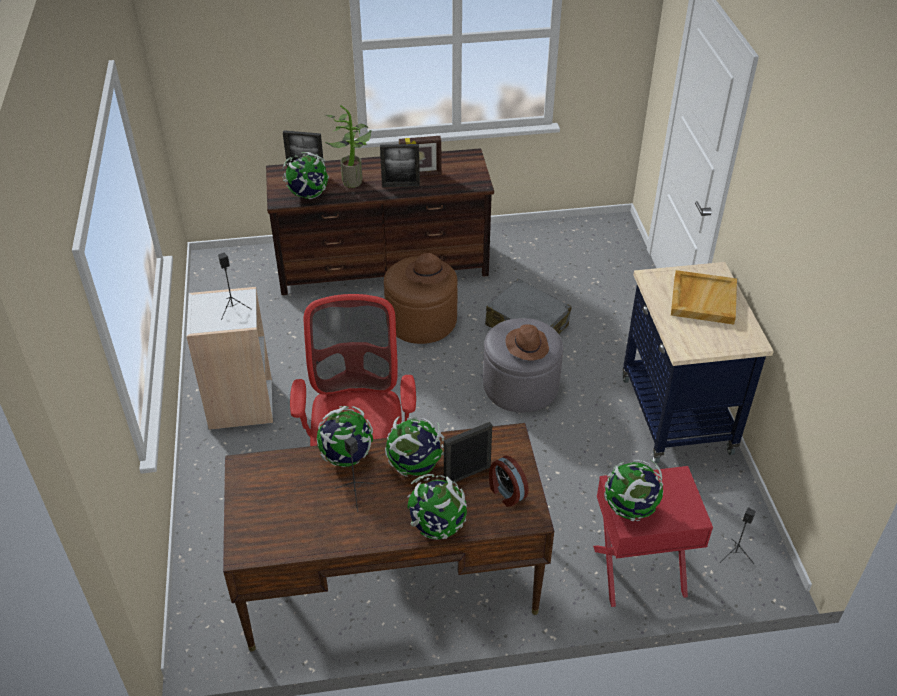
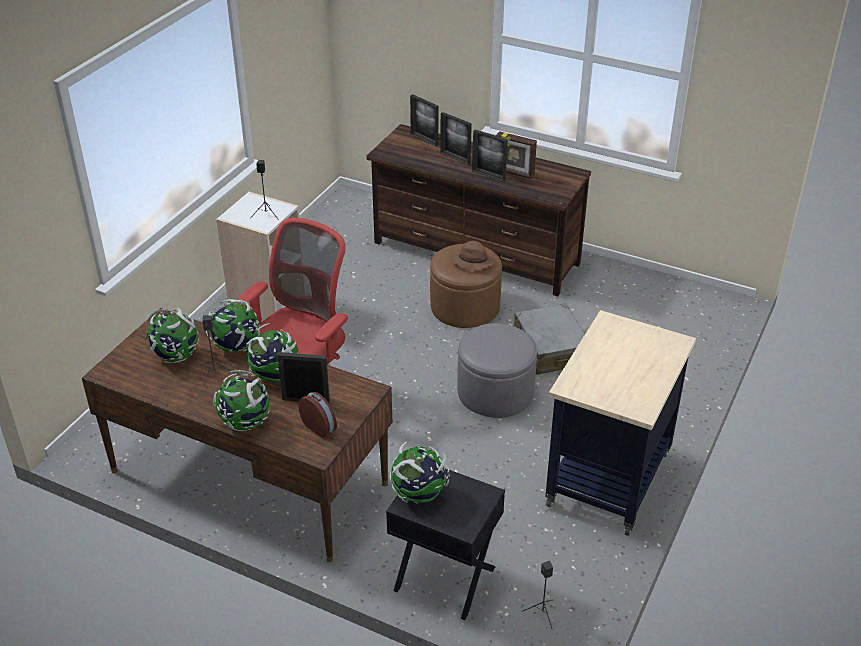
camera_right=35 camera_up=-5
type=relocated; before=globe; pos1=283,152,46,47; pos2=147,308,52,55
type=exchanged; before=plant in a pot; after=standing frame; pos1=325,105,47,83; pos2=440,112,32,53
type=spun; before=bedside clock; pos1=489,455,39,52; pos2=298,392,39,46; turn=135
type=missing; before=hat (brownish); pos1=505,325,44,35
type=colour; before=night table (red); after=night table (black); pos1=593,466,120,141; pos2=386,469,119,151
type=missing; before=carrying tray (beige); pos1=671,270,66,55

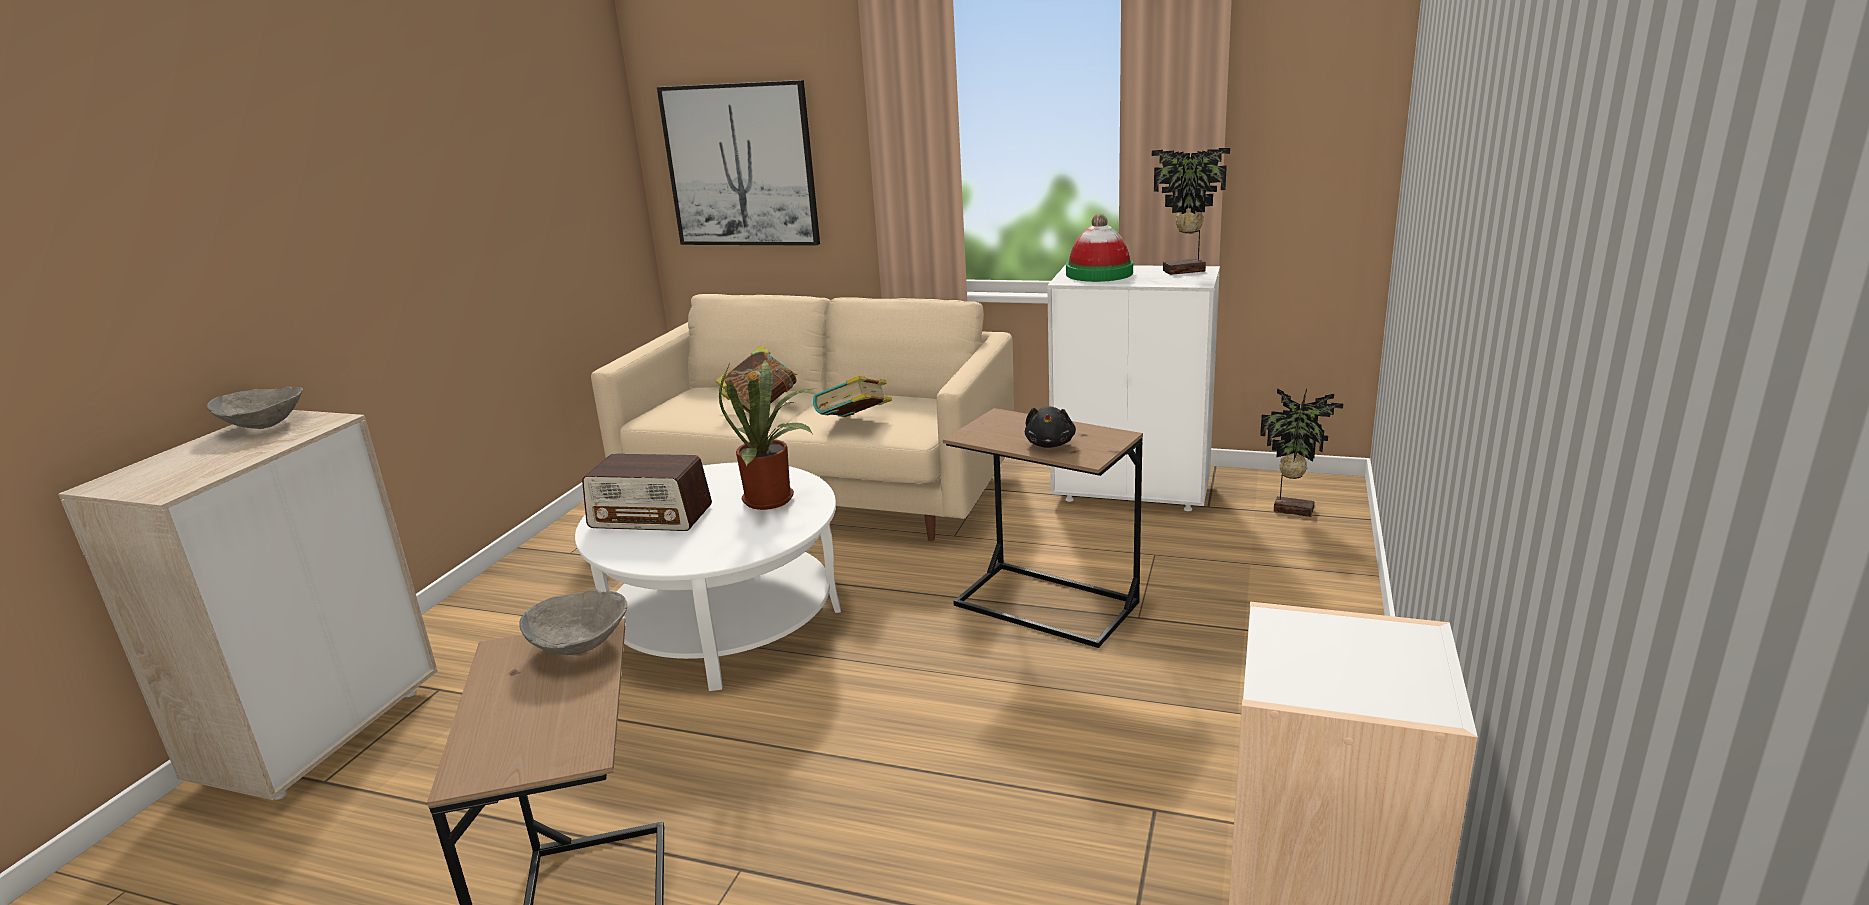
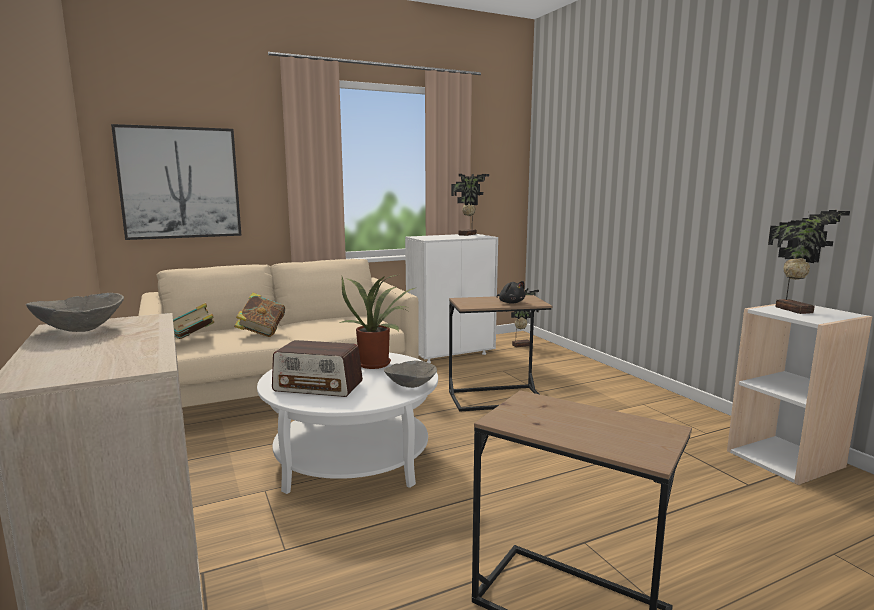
camera_right=-45 camera_up=-10
type=relocated; before=serving bowl (greyish); pos1=519,590,108,65; pos2=384,361,53,27
type=spun; before=radio receiver; pos1=582,454,130,77; pos2=272,340,91,57; turn=45
type=relocated; before=volume; pos1=813,375,79,42; pos2=173,303,41,36
type=missing; before=hat; pos1=1066,214,67,68
type=appeared; after=plant in a pot; pos2=768,210,82,104

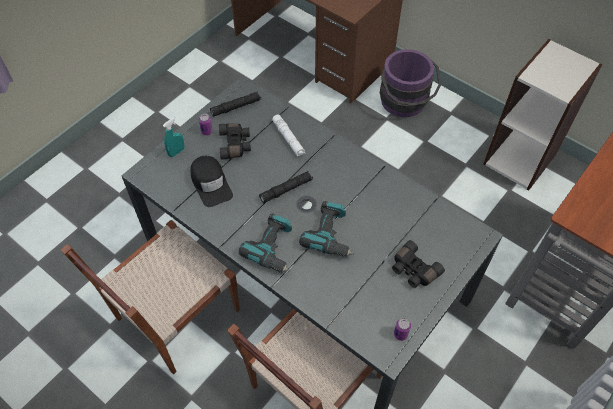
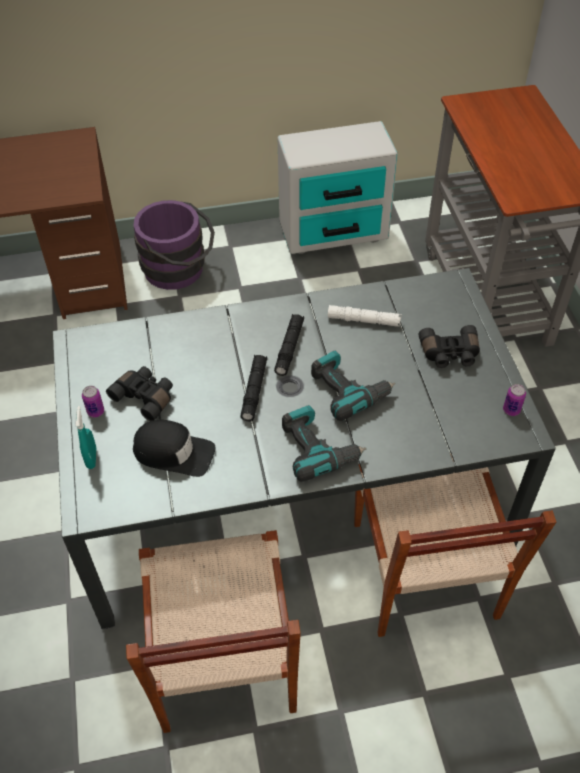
camera_right=-50 camera_up=-5
type=relocated; before=torch (black); pos1=210,92,51,25; pos2=274,314,30,62
type=relocated; before=torch (white); pos1=272,114,34,43; pos2=328,305,74,22
type=exchanged; before=shelving unit; after=night table (white); pos1=483,39,119,151; pos2=278,121,120,133

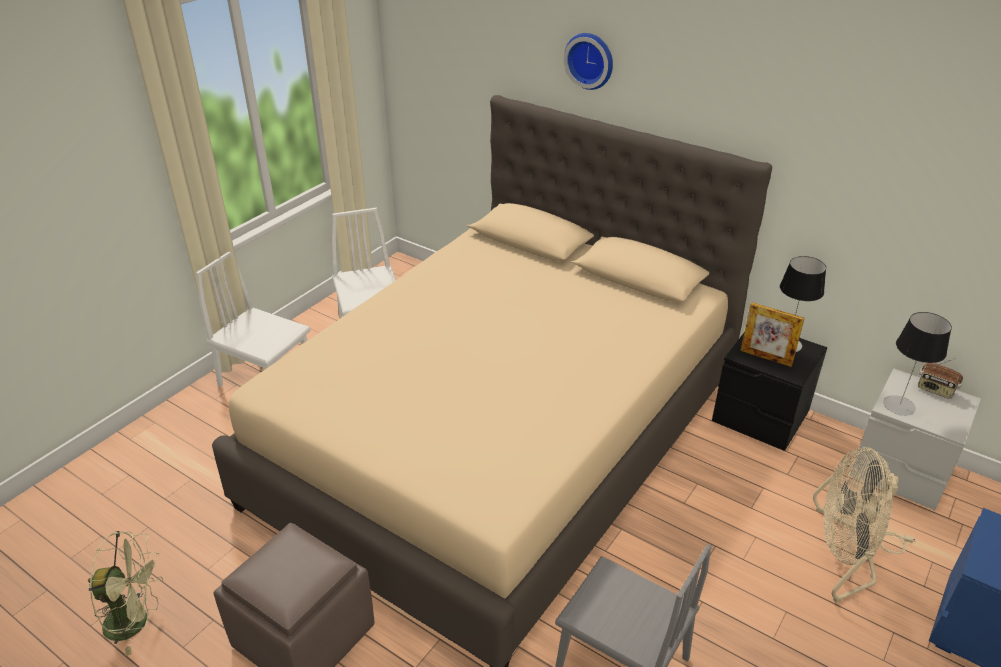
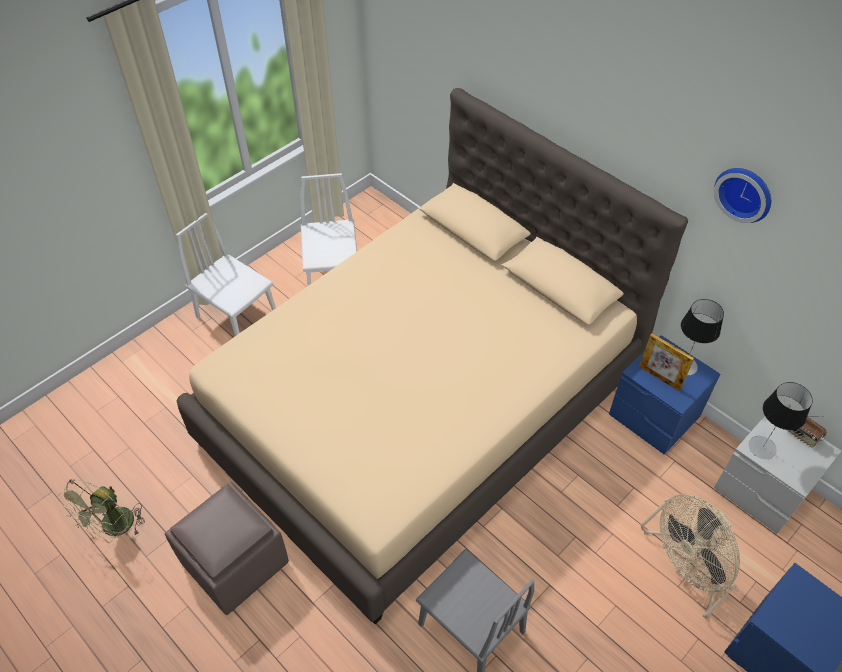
camera_right=10 camera_up=15
type=spun; before=electric fan (greenish); pos1=88,531,75,125; pos2=57,479,88,64; turn=105
type=relocated; before=hanging clock; pos1=564,33,49,57; pos2=714,168,57,55
type=colour; before=night table (black); after=night table (blue); pos1=712,333,115,118; pos2=609,335,111,120
type=spun; before=electric fan (beige); pos1=813,447,103,156; pos2=641,494,99,124; turn=-45

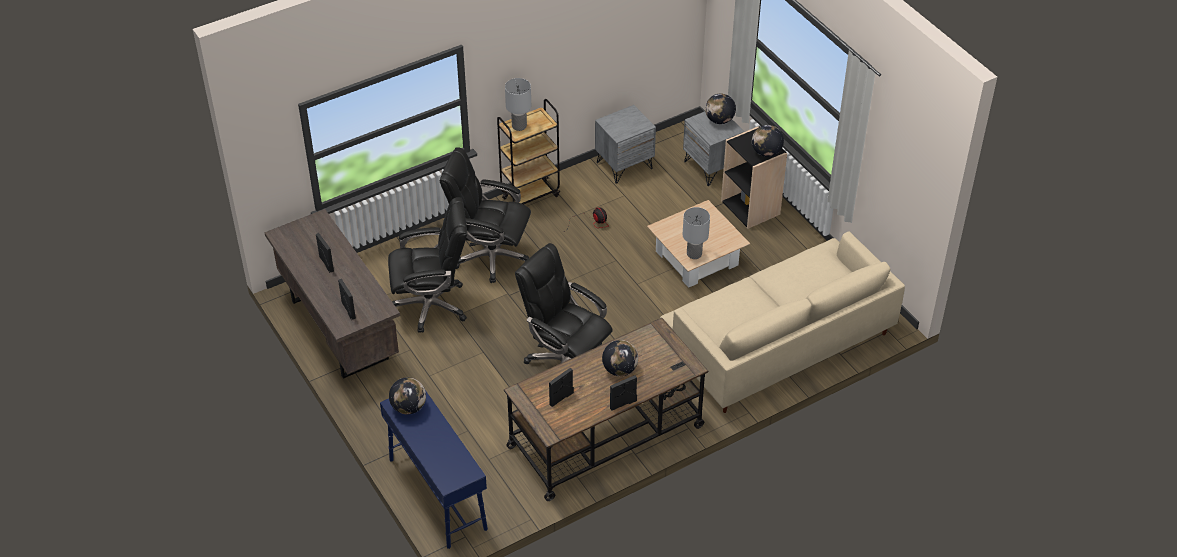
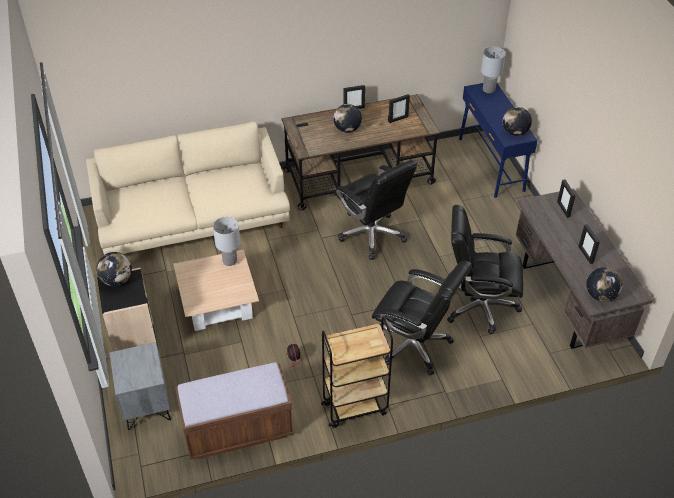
camera_right=-165 camera_up=0
type=relocated; before=tabletop lamp (greyish); pos1=505,78,26,53; pos2=481,46,25,48
type=exchanged; before=night table (greyish); after=bench (brownish); pos1=595,105,61,79; pos2=175,362,119,98
type=relocated; before=globe; pos1=705,93,31,31; pos2=586,267,36,35

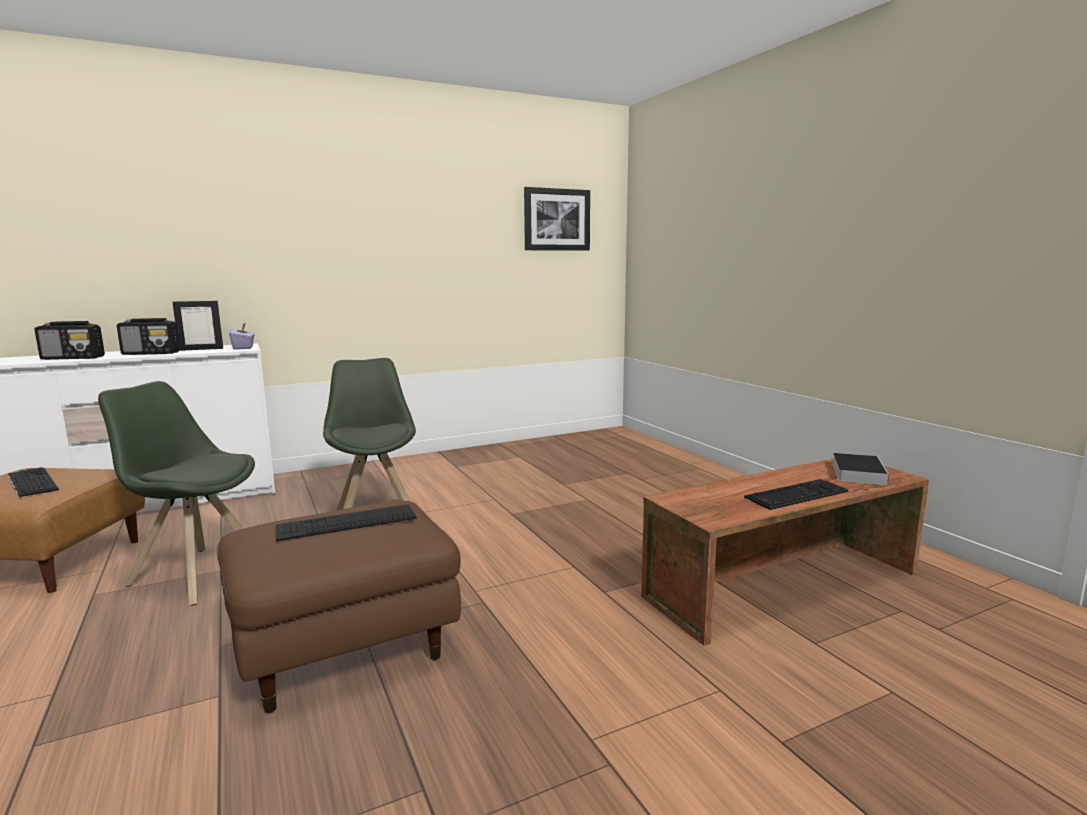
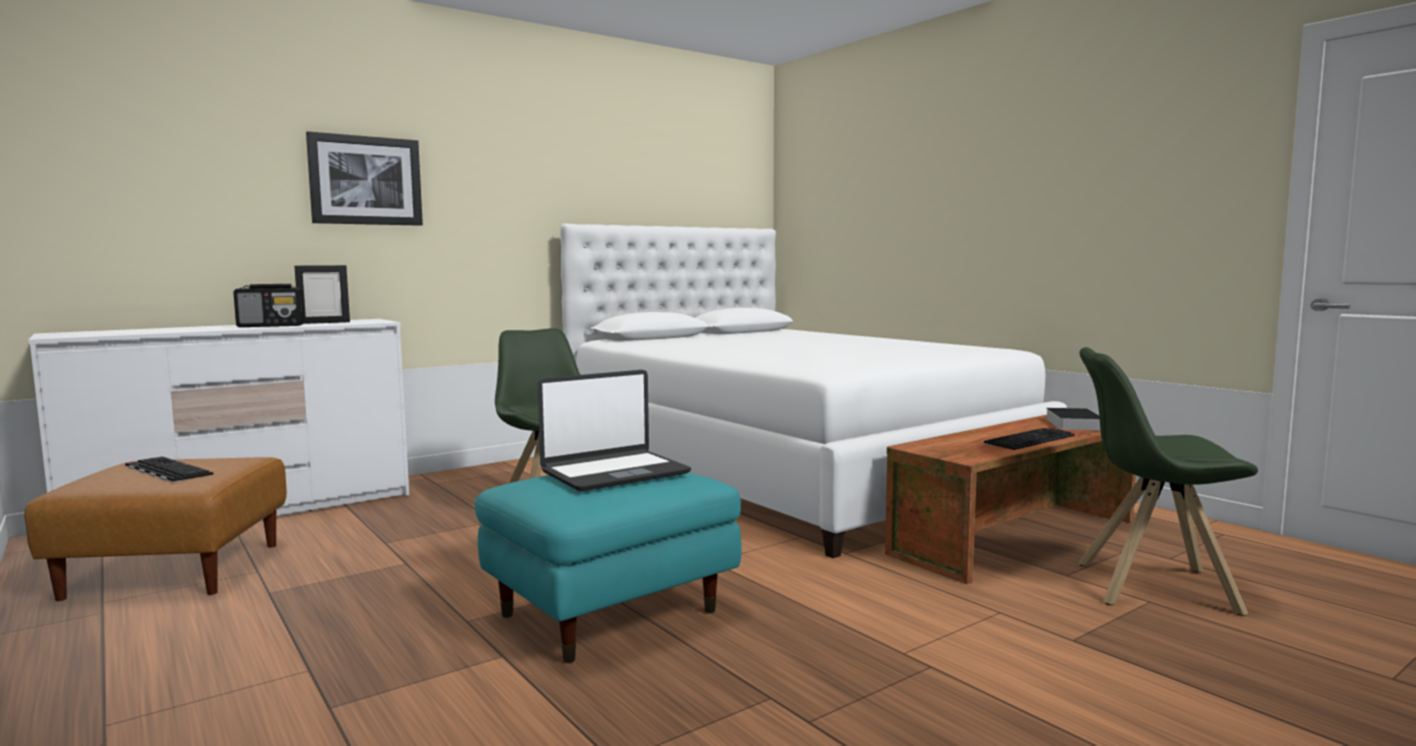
camera_right=-10 camera_up=-5
type=missing; before=radio receiver; pos1=34,321,71,39
type=relocated; before=upright chair (greenish); pos1=98,381,157,224; pos2=1078,347,180,269
type=colour; before=ottoman (brownish); after=ottoman (turquoise); pos1=217,501,244,212; pos2=474,472,268,191
type=missing; before=tissue holder (purple-coloured); pos1=229,323,26,27
type=exchanged; before=keyboard; after=laptop; pos1=275,504,142,38; pos2=538,370,153,121
type=relocated; before=wall art; pos1=524,187,66,64; pos2=306,131,117,95
type=appeared; after=sleeping bed (white); pos2=560,224,507,334

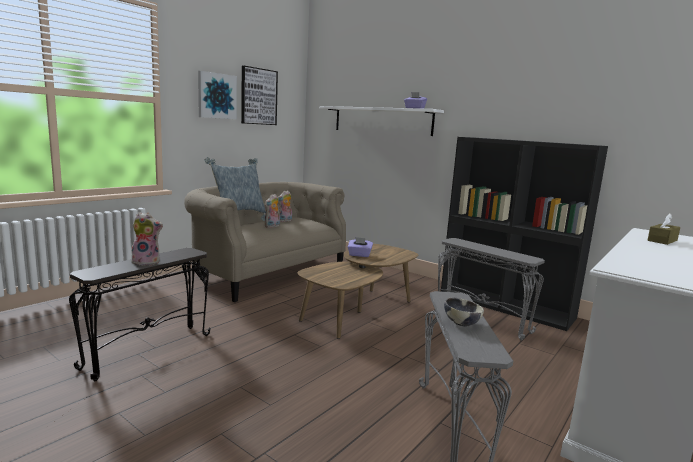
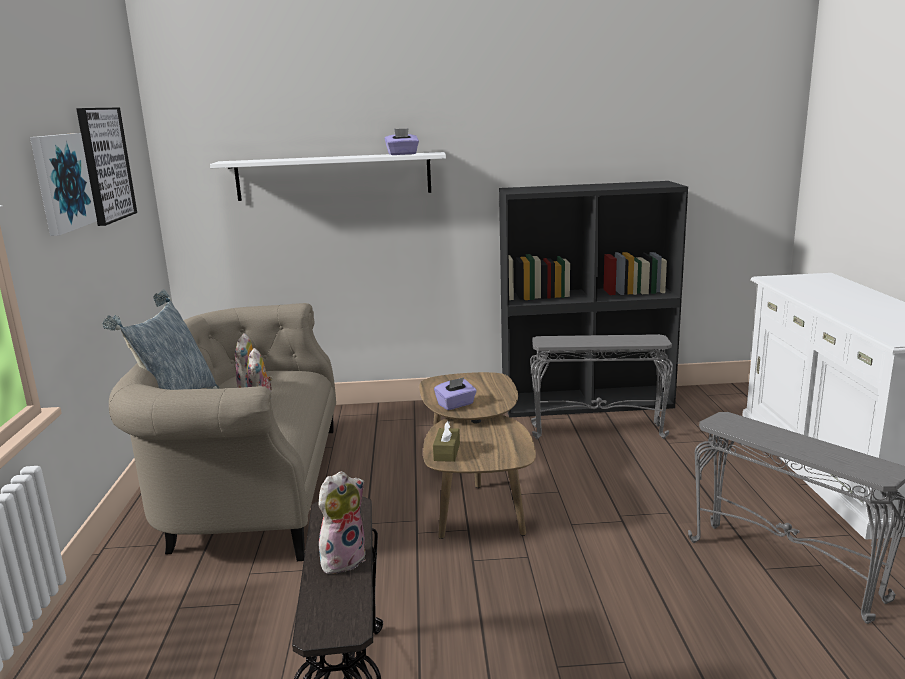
camera_right=-40 camera_up=5
type=missing; before=serving bowl; pos1=444,298,40,29
type=relocated; before=tissue holder (brownish); pos1=647,214,33,31; pos2=433,421,27,41

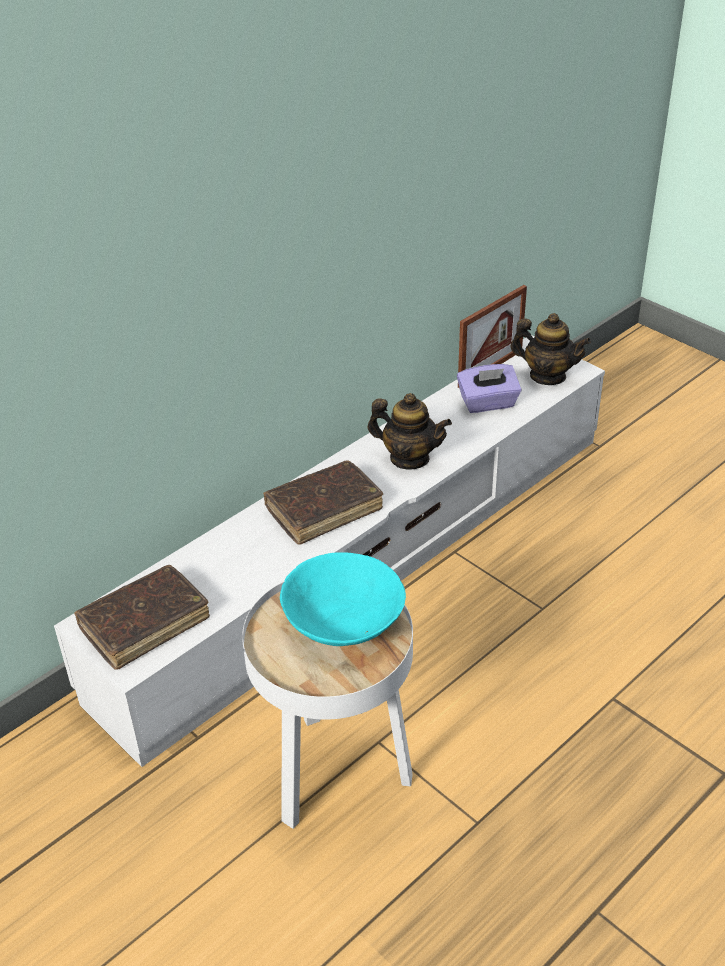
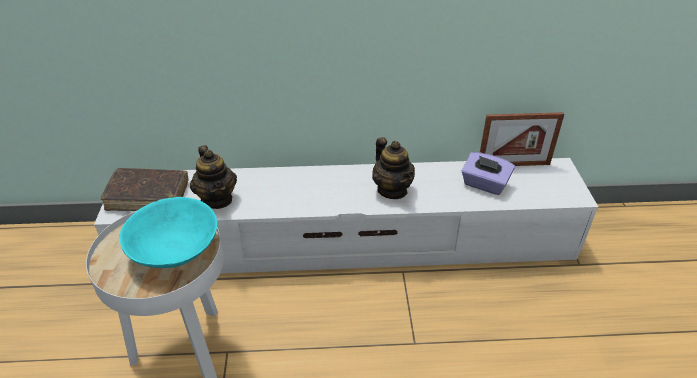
camera_right=40 camera_up=0
type=missing; before=volume (brownish); pos1=263,460,120,85
type=relocated; before=teapot; pos1=510,313,81,72; pos2=190,145,47,64

